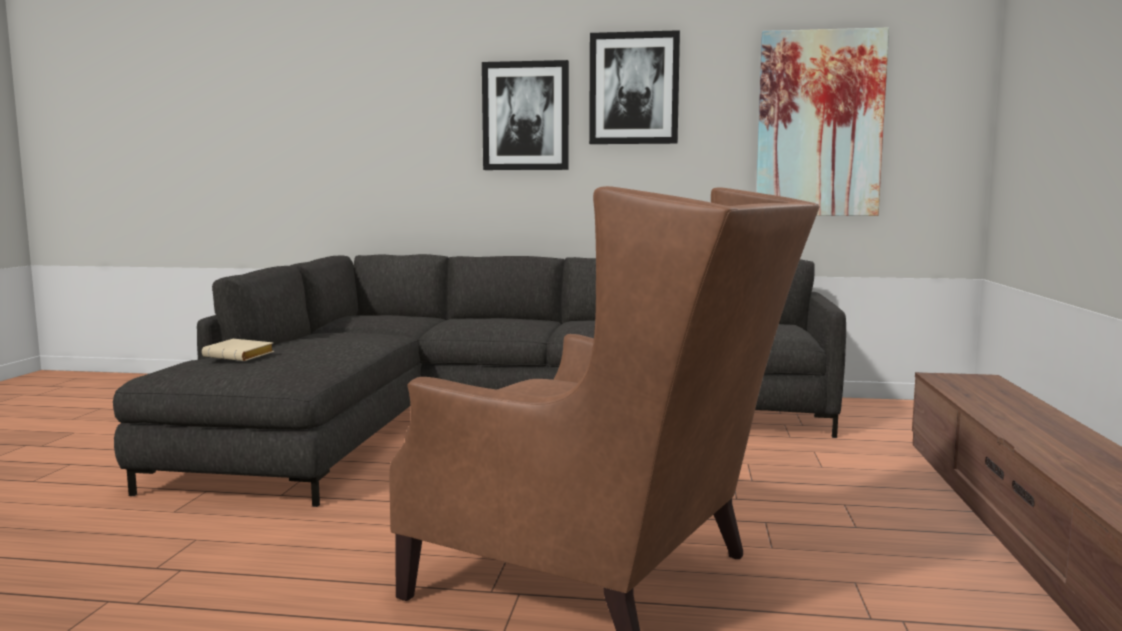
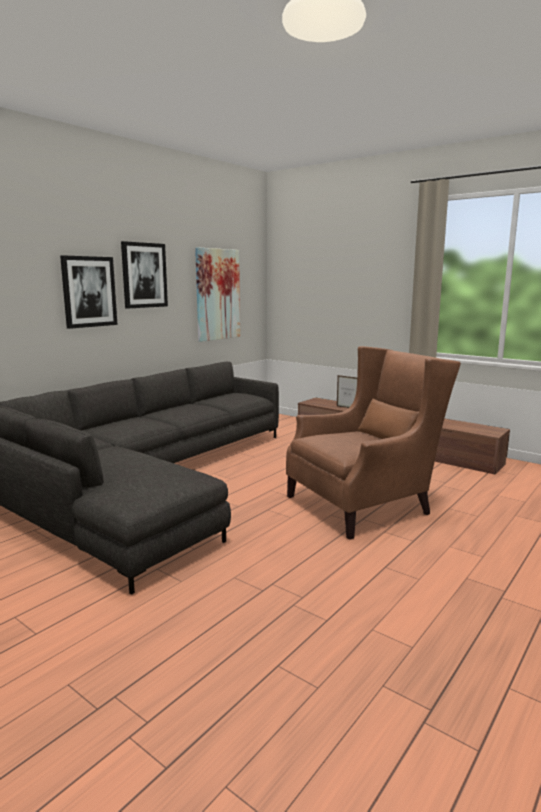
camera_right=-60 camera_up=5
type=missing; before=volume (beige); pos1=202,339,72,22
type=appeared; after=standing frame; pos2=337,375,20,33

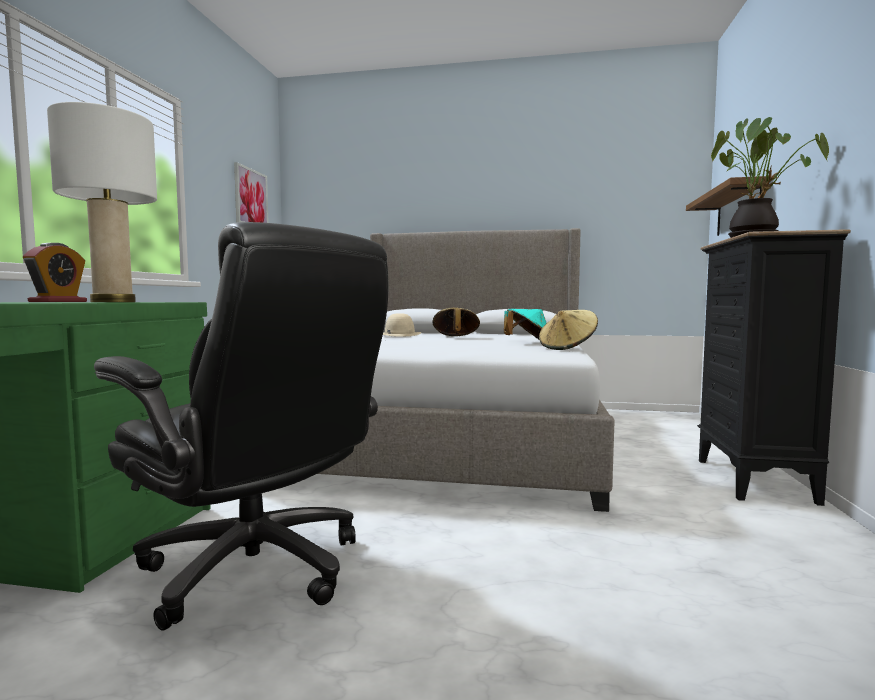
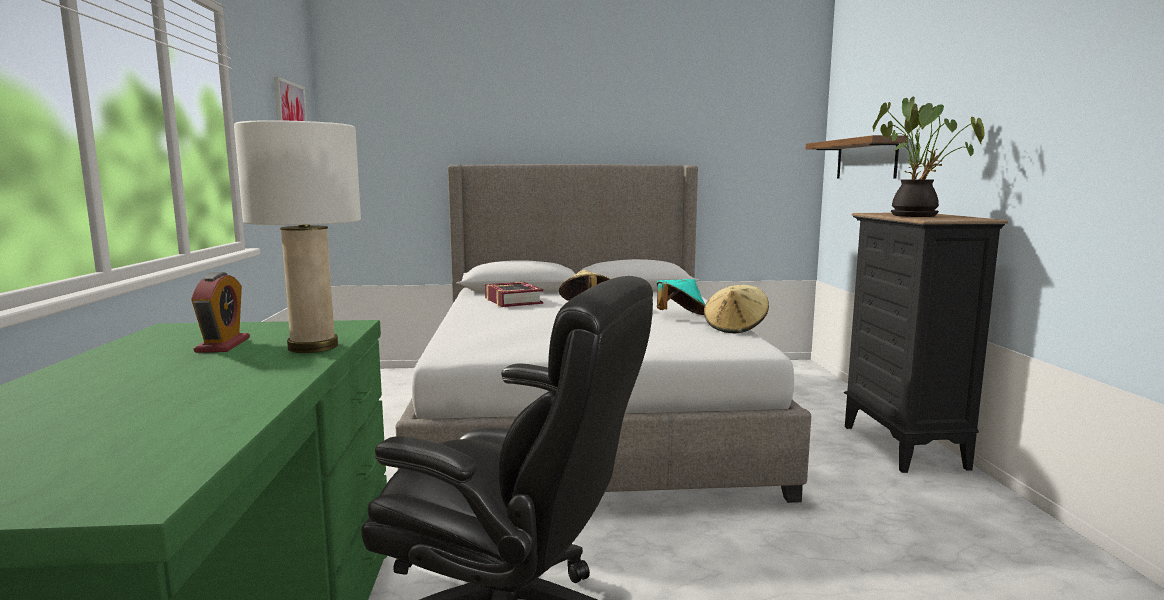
camera_right=-15 camera_up=5
type=exchanged; before=hat (beige); after=volume; pos1=383,313,39,24; pos2=485,282,58,25

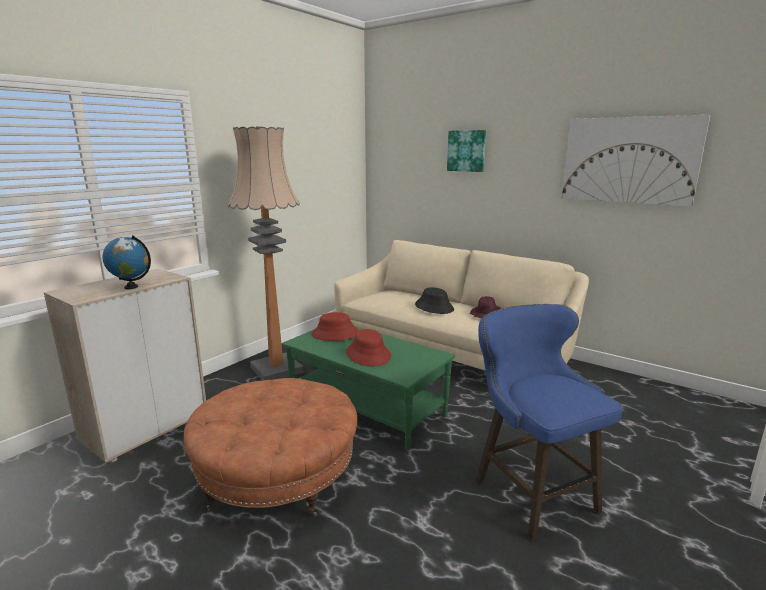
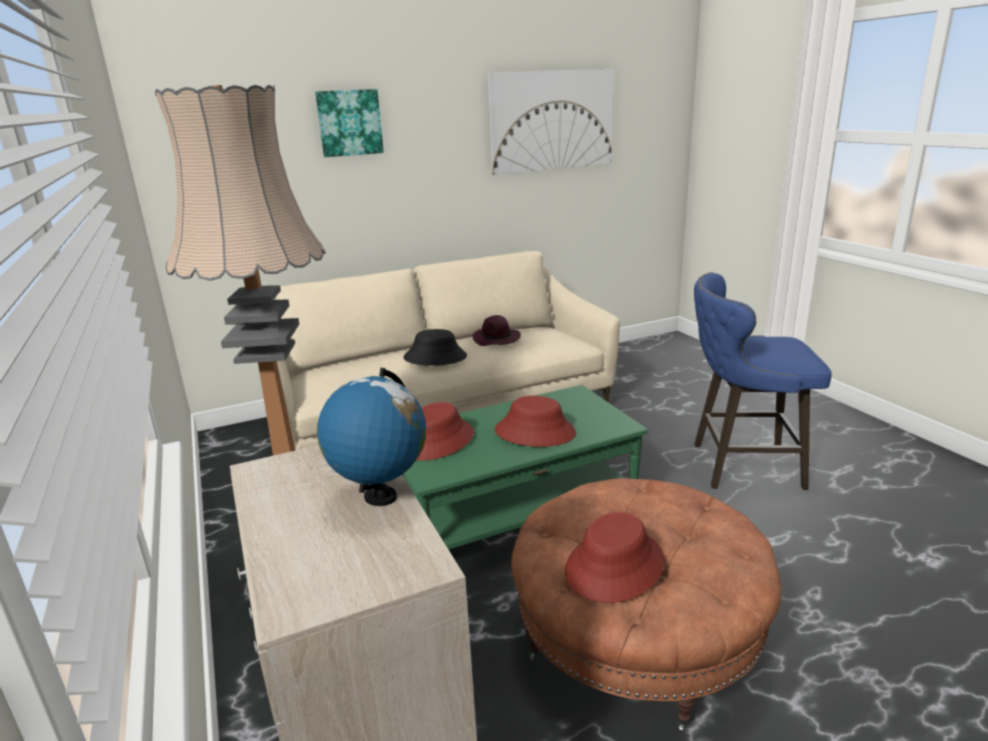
camera_right=-60 camera_up=5
type=appeared; after=hat (red); pos2=565,512,100,91

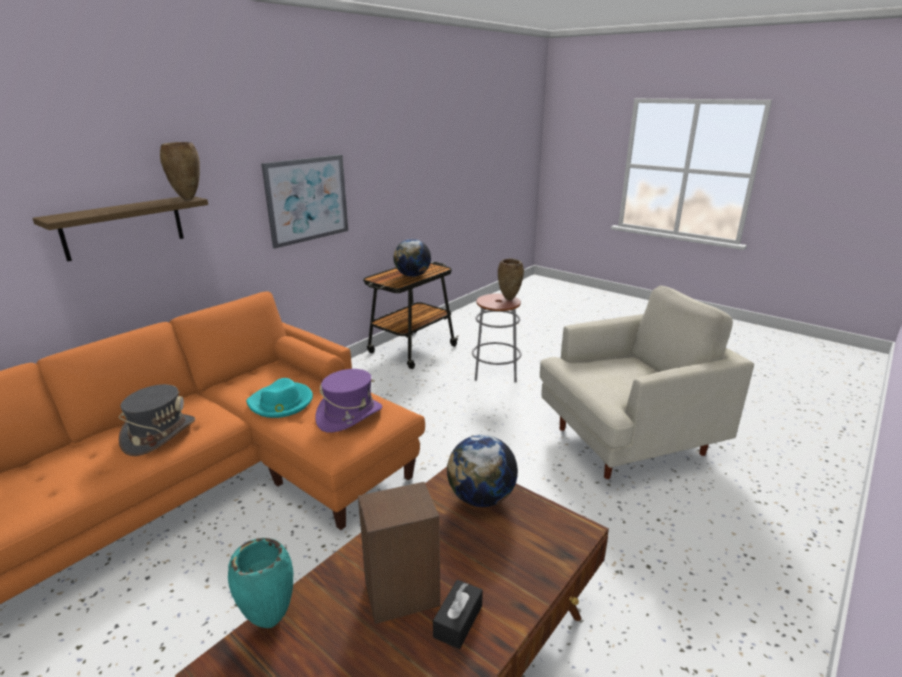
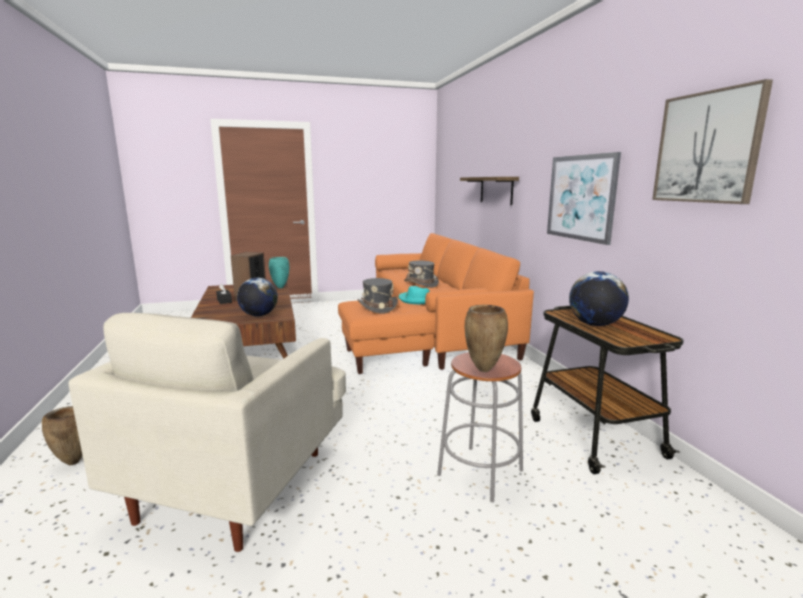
camera_right=125 camera_up=-10
type=relocated; before=decorative vase (brownish); pos1=160,142,40,58; pos2=42,406,41,59
type=colour; before=hat (purple-coloured); after=hat (greyish); pos1=315,369,67,64; pos2=358,278,40,36
type=appeared; after=wall art; pos2=652,79,121,125

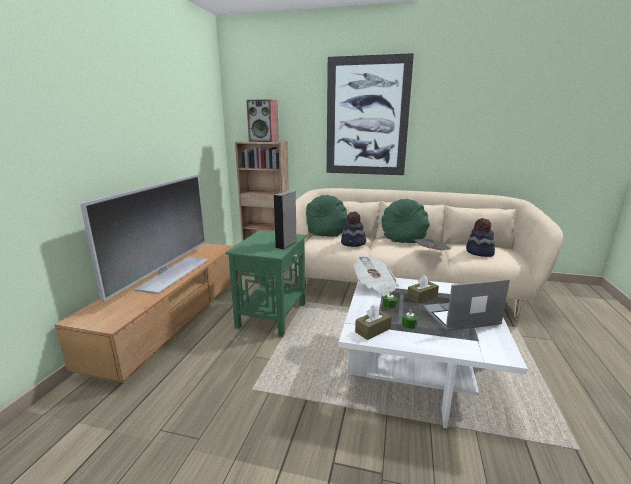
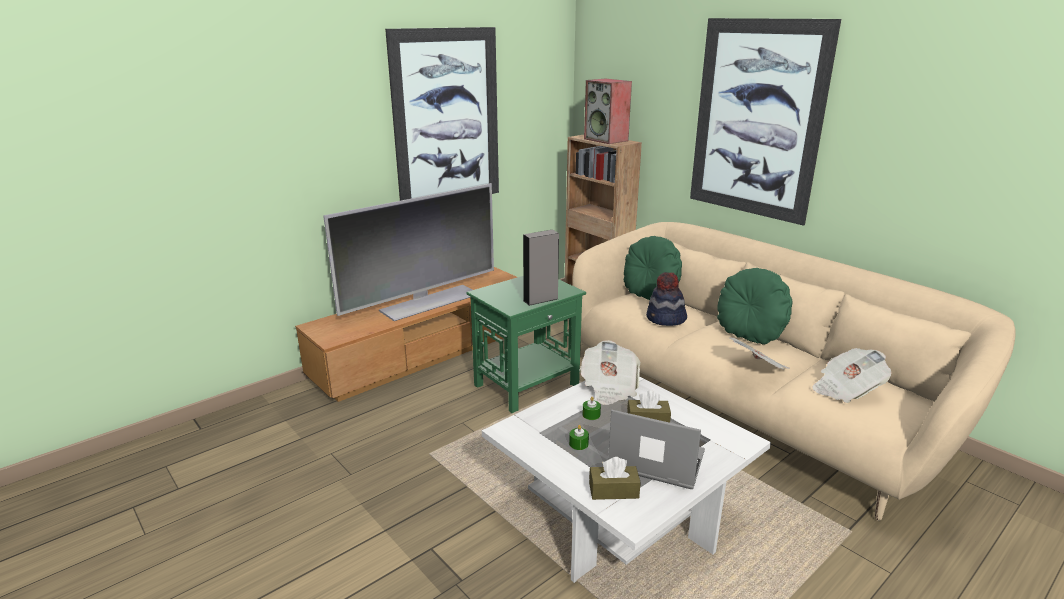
camera_right=35 camera_up=5
type=relocated; before=tissue holder (brownish); pos1=355,305,37,35; pos2=589,457,52,43
type=exchanged; before=hat; after=newspaper; pos1=466,218,29,39; pos2=812,348,79,55
type=appeared; after=wall art; pos2=385,27,114,174

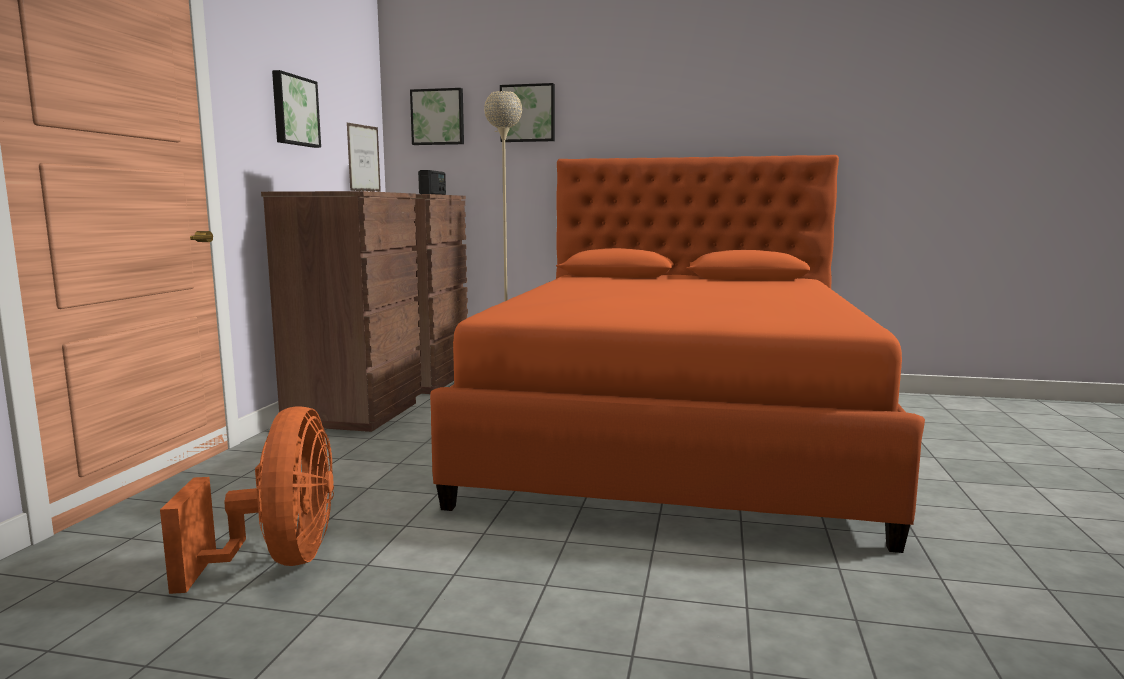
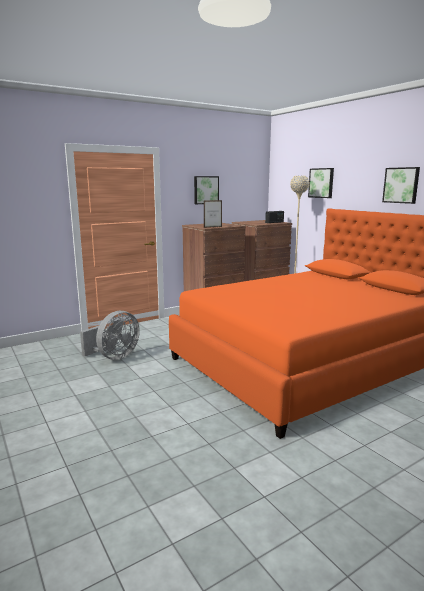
camera_right=45 camera_up=5
type=colour; before=electric fan (orangey); after=electric fan (greyish); pos1=160,406,174,188; pos2=80,311,60,49
type=relocated; before=wall art; pos1=410,88,54,57; pos2=382,167,38,37

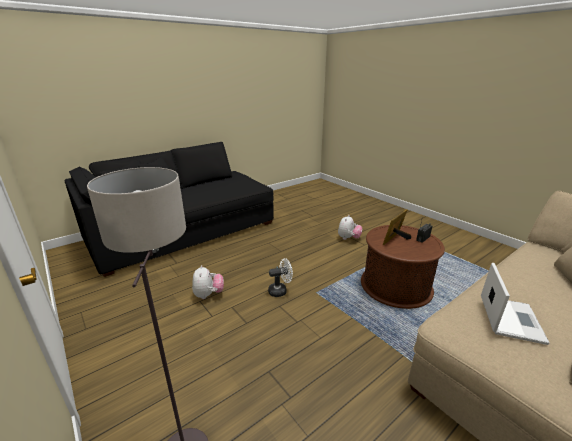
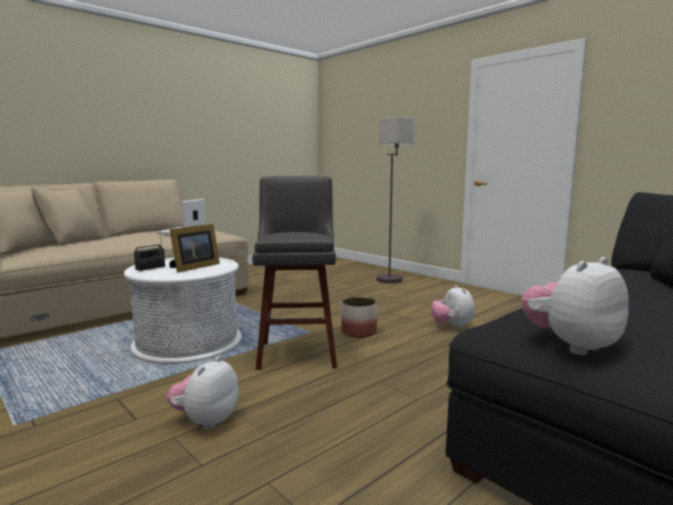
camera_right=175 camera_up=-15
type=exchanged; before=electric fan (white); after=planter; pos1=268,258,25,39; pos2=341,297,36,41
type=colour; before=low table (brownish); after=low table (white); pos1=361,225,84,84; pos2=124,258,118,106
type=appeared; after=stool (greyish); pos2=252,176,85,194
type=appeared; after=plush toy; pos2=521,257,108,98

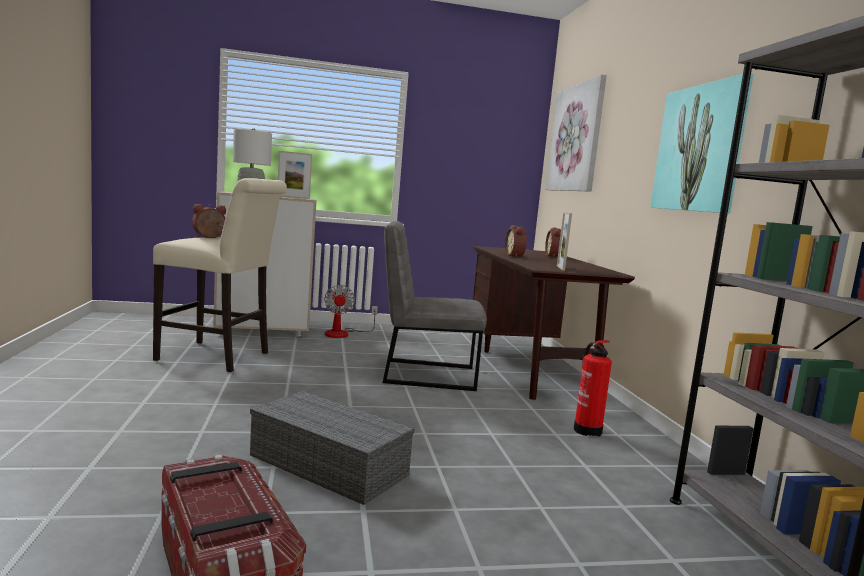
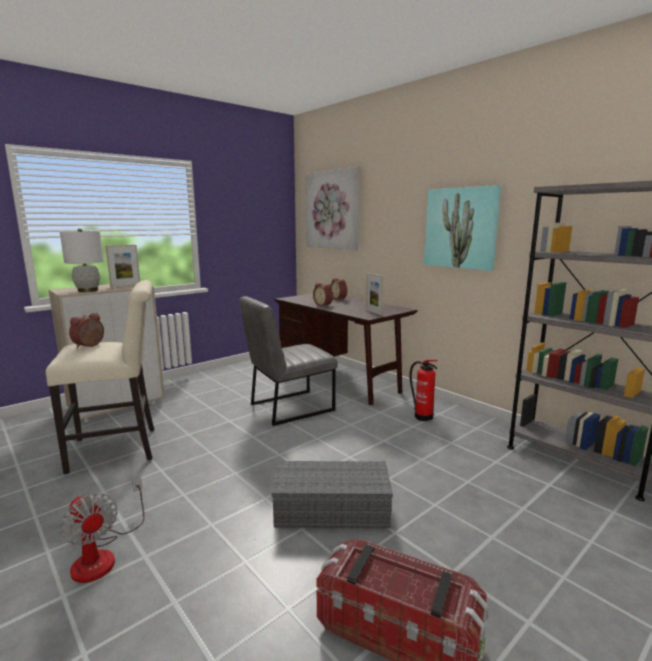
camera_right=-30 camera_up=5
type=relocated; before=electric fan; pos1=324,285,54,53; pos2=60,477,84,106

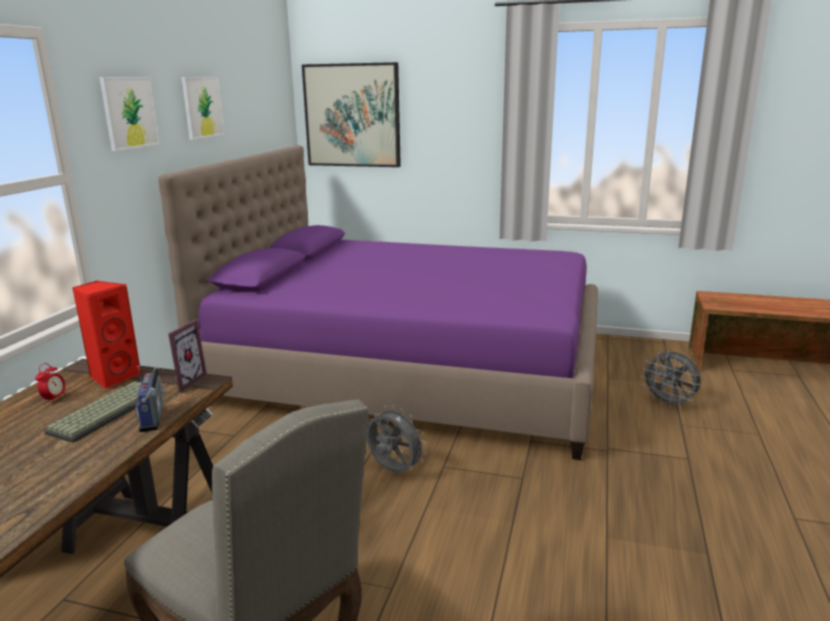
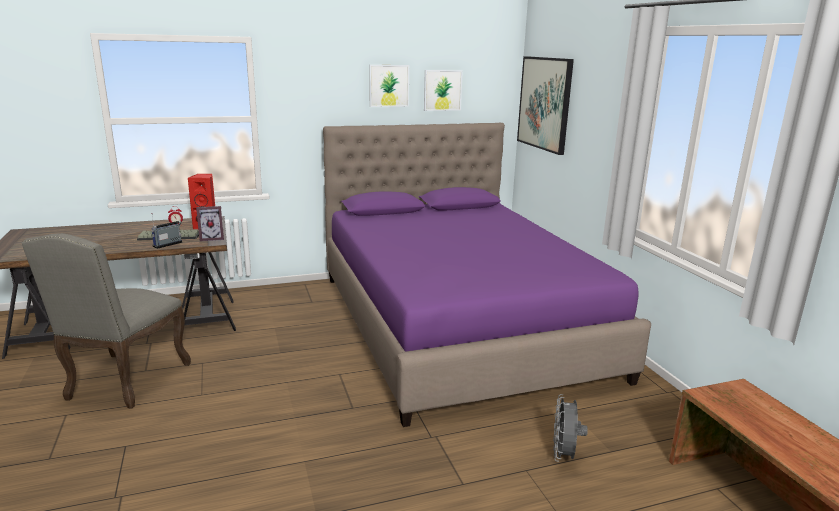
camera_right=55 camera_up=0
type=relocated; before=wall art; pos1=99,77,61,74; pos2=424,70,39,41
type=missing; before=electric fan (greyish); pos1=366,405,61,68

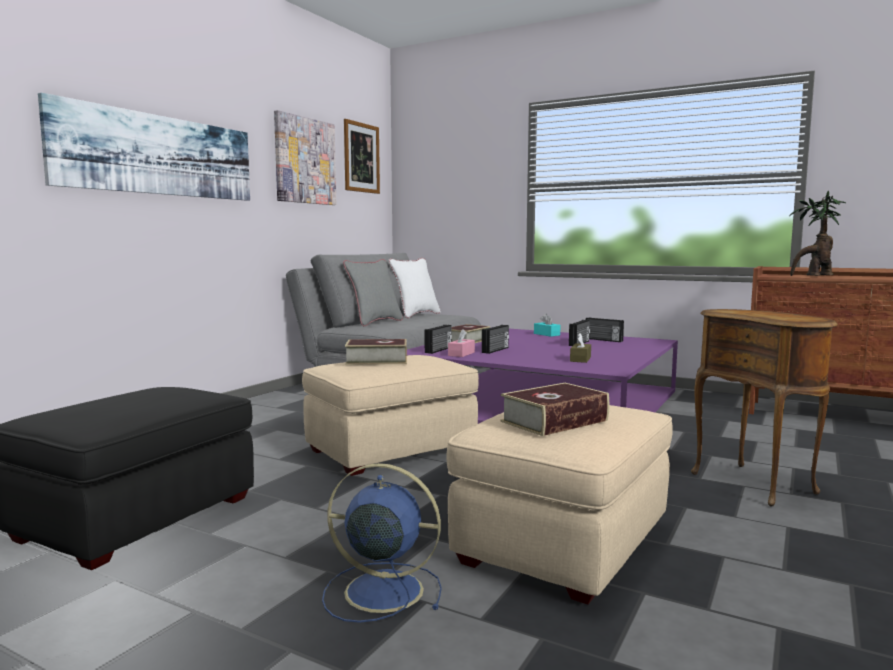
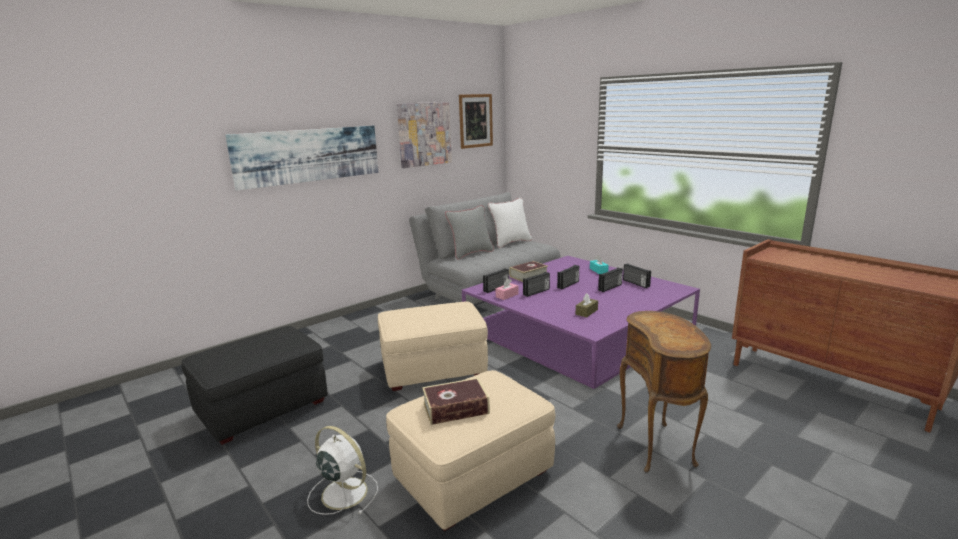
camera_right=20 camera_up=10
type=colour; before=electric fan (blue); after=electric fan (white); pos1=322,463,120,160; pos2=307,426,71,89
type=missing; before=volume; pos1=345,339,62,26
type=missing; before=plant in a pot; pos1=789,190,57,86
type=appeared; after=radio receiver; pos2=557,265,22,24

